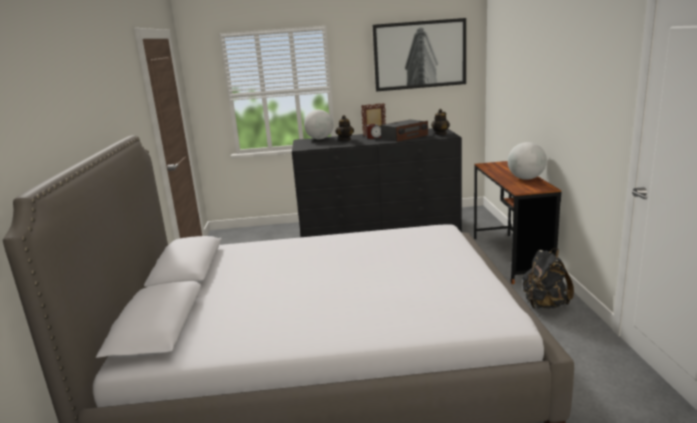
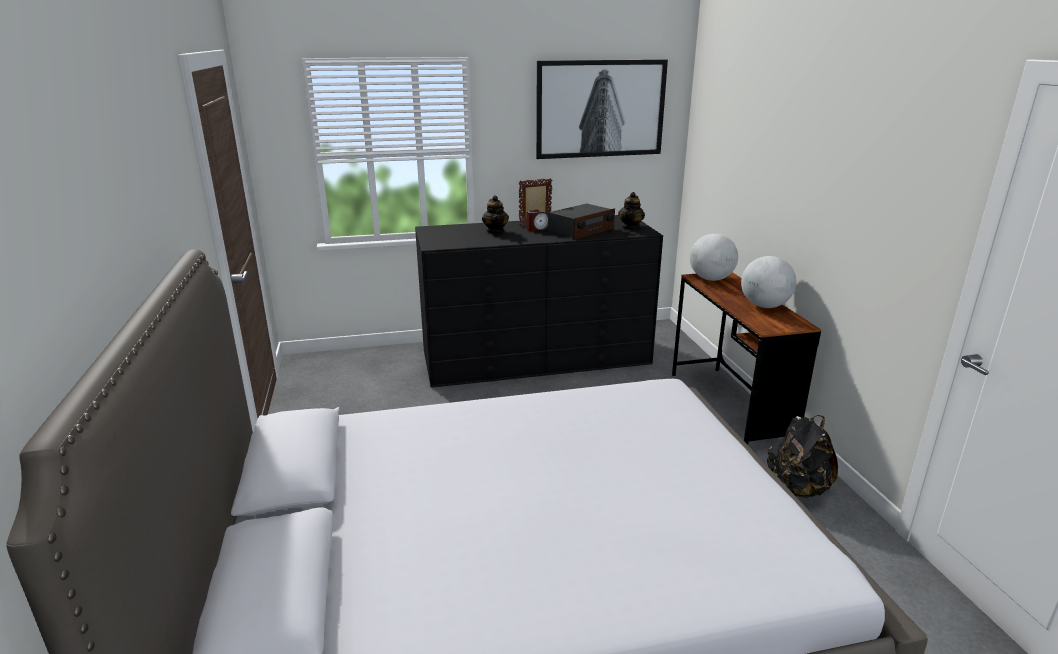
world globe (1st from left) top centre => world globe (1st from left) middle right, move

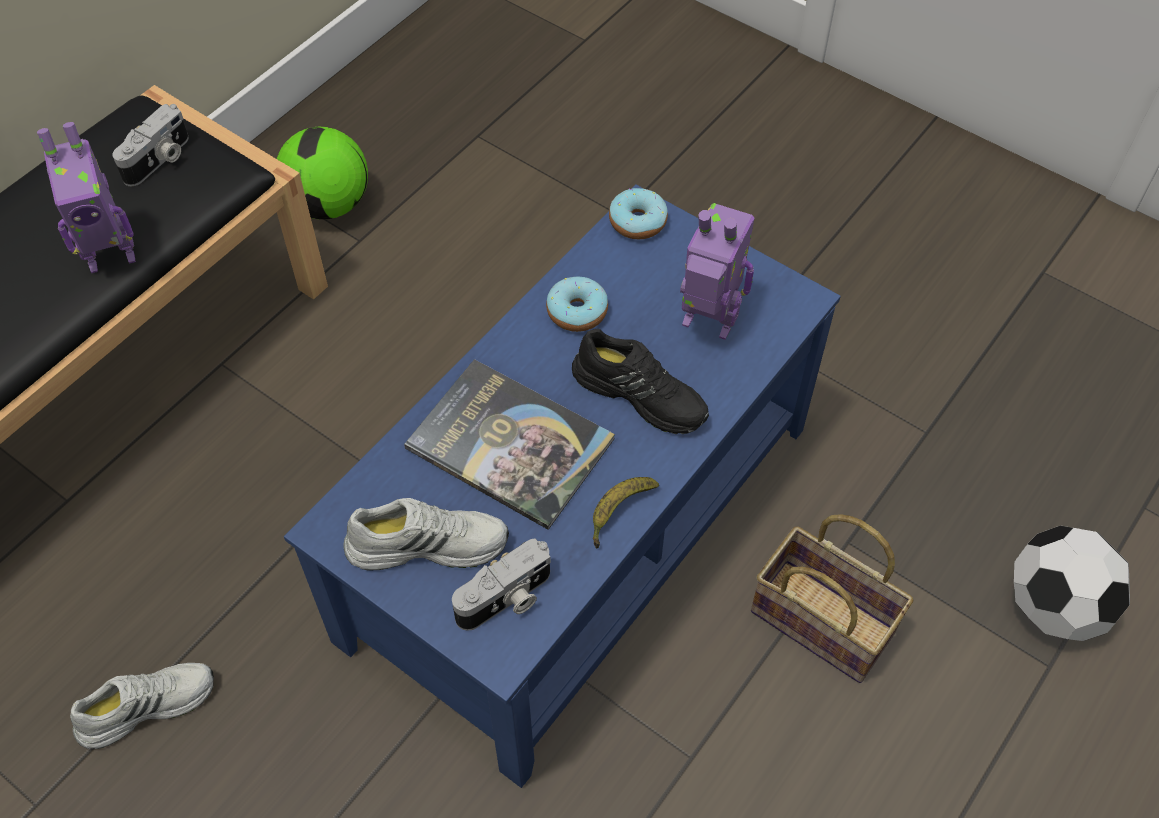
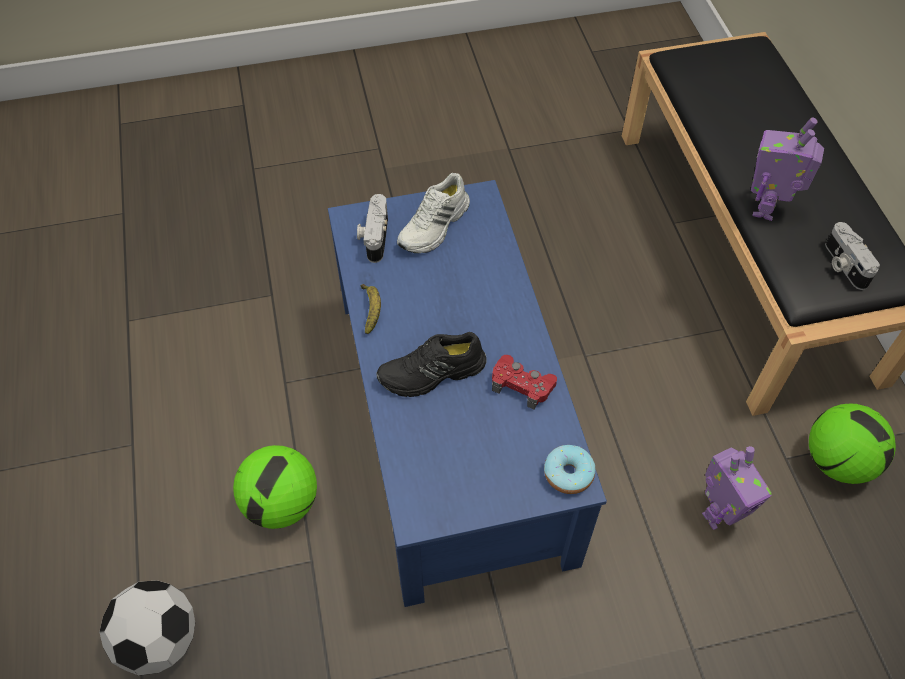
model robot (2nd from left in the first image) top centre => model robot (1st from left) bottom right, move
ring doughnut (1st from left) centre => joypad (red) centre
volume centre => nothing
basket bottom right => ball for football (2nd from left) bottom left
low shoe (white-coloured) (1st from left) bottom left => nothing

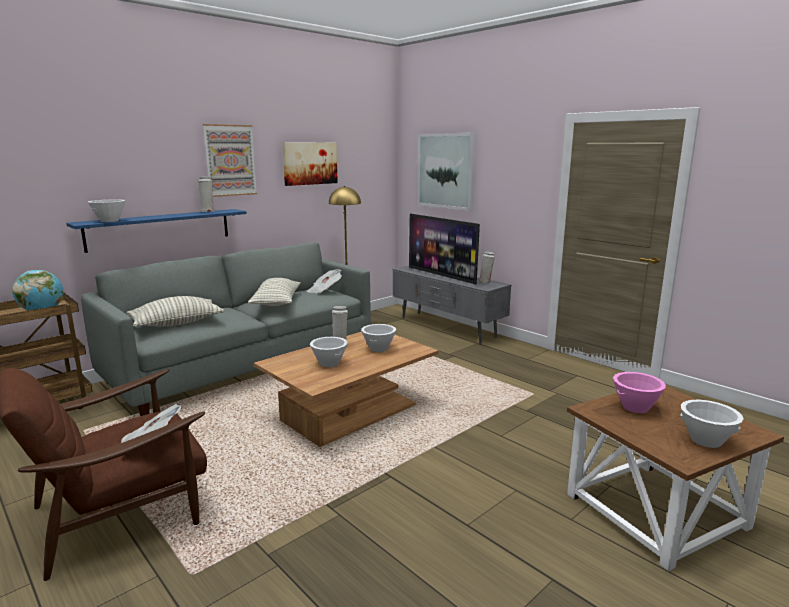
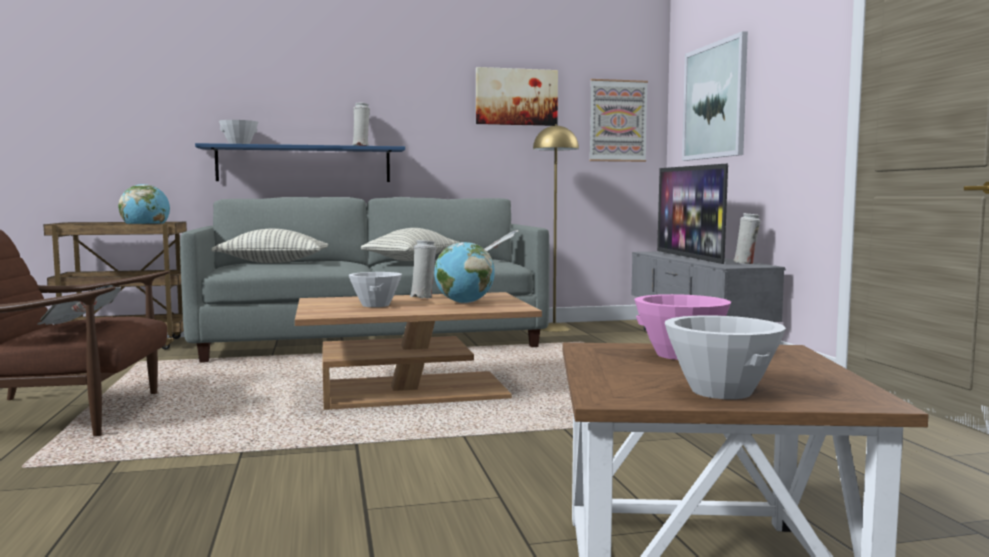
wall art (1st from left in the first image) top left => wall art (2nd from left) top centre, move
bowl (white-coloured) (3rd from left) centre => world globe (2nd from left) centre

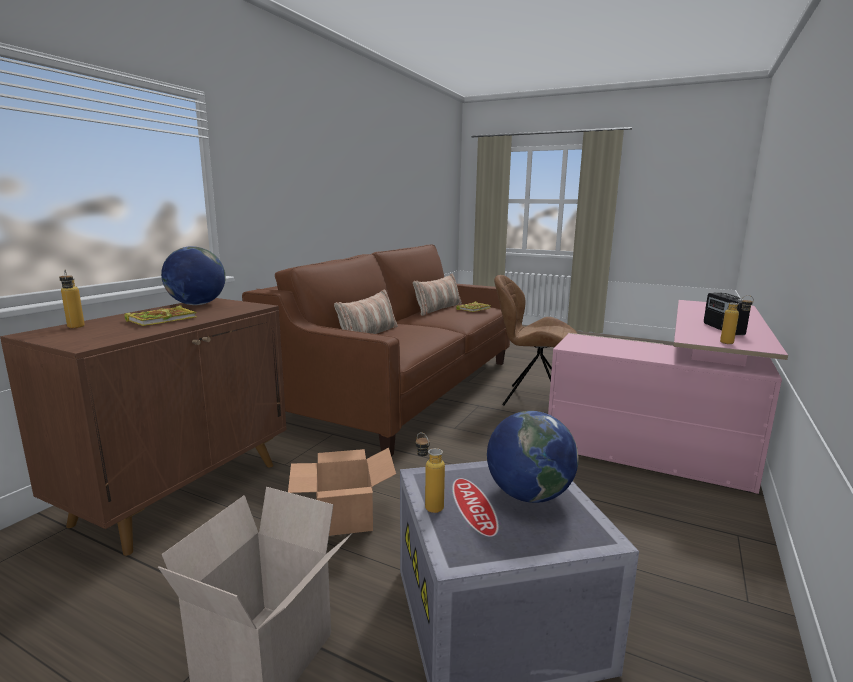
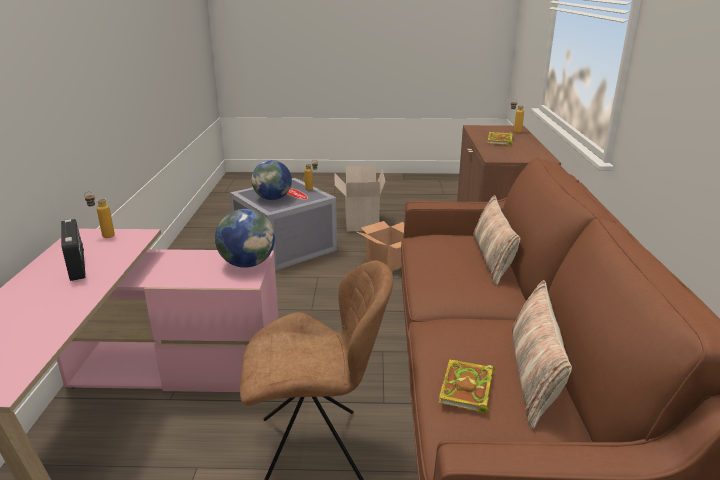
world globe (1st from left) middle left => world globe (1st from left) centre, move

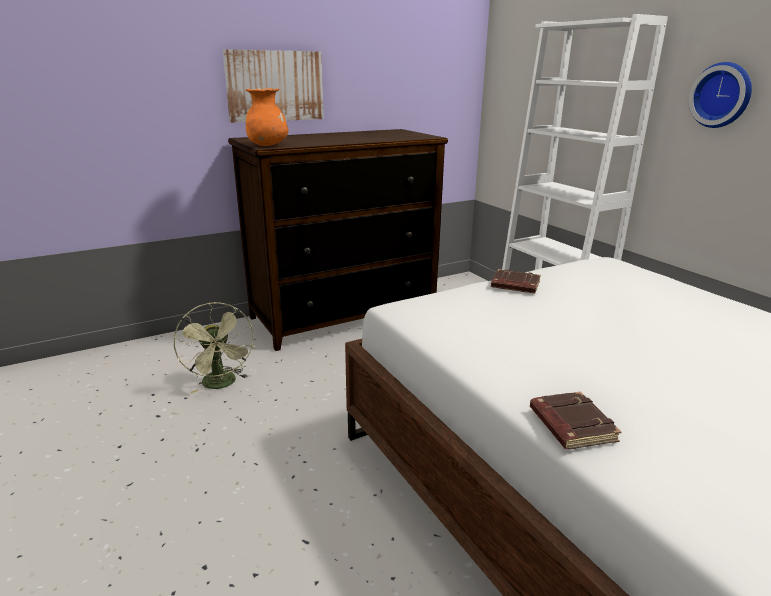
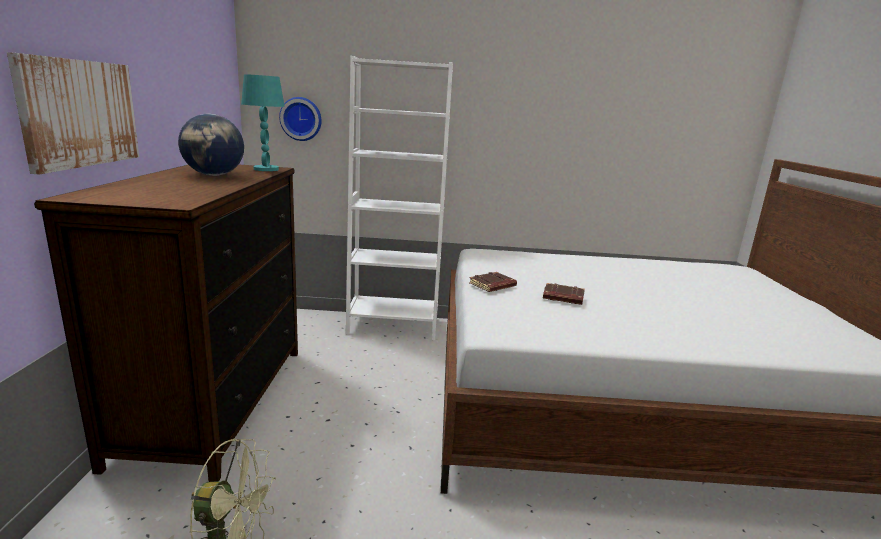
wall clock top right => wall clock top centre, move
vase (orange-coloured) top centre => nothing
volume (brown) (2nd from left) bottom right => volume (brown) (2nd from left) centre, move
nothing => table lamp (turquoise-coloured) top left
nothing => world globe top left

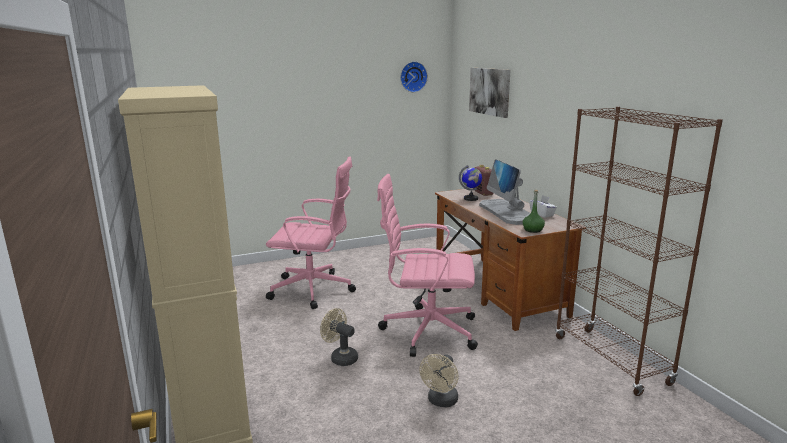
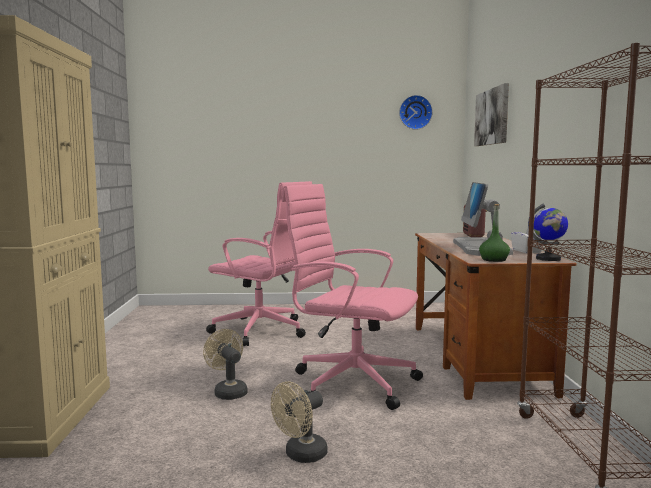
world globe centre => world globe middle right, move

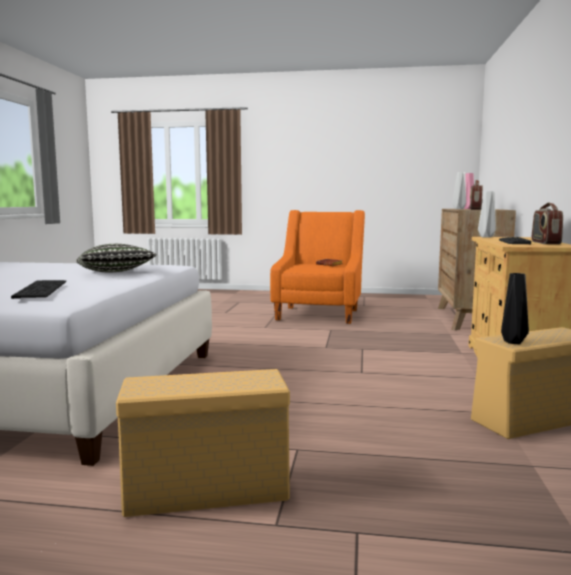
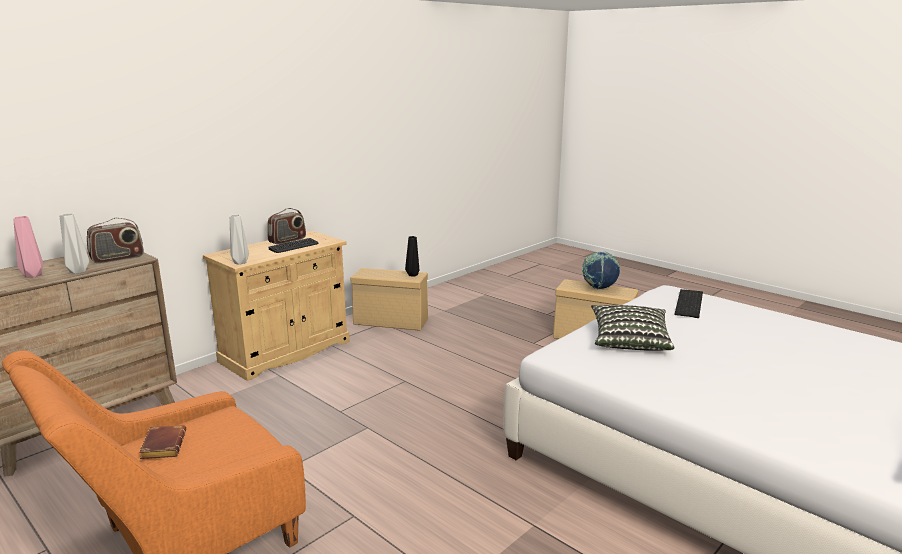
nothing => world globe centre

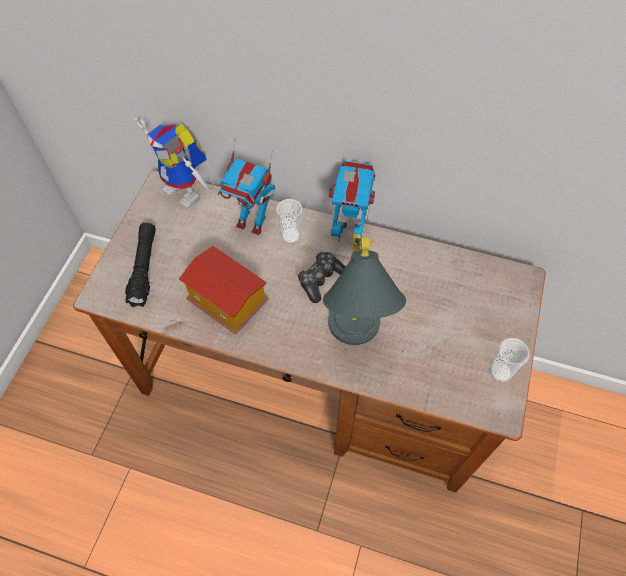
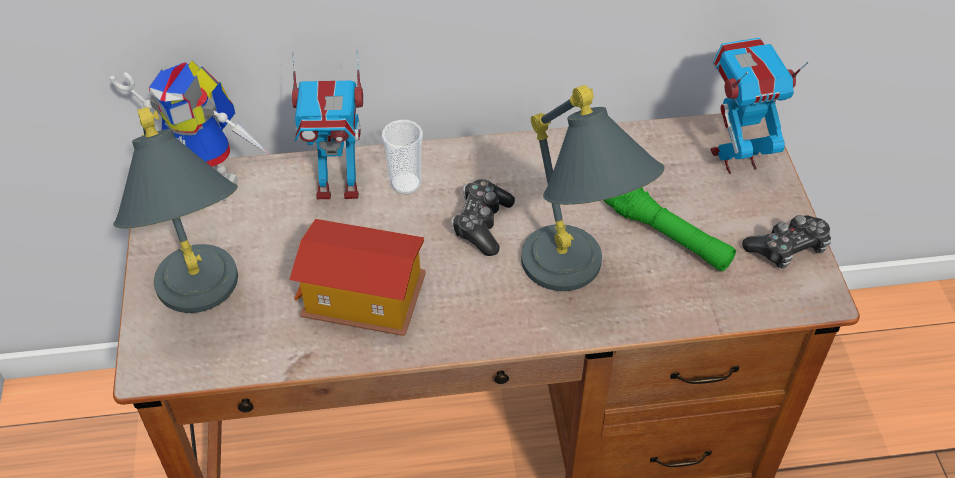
model robot (3rd from left) centre => model robot (3rd from left) top right, move
hand torch (blackish) middle left => table lamp (gray) (1st from left) middle left
small cup (2nd from left) middle right => joypad (2nd from left) middle right
nothing => hand torch (green-coloured) middle right

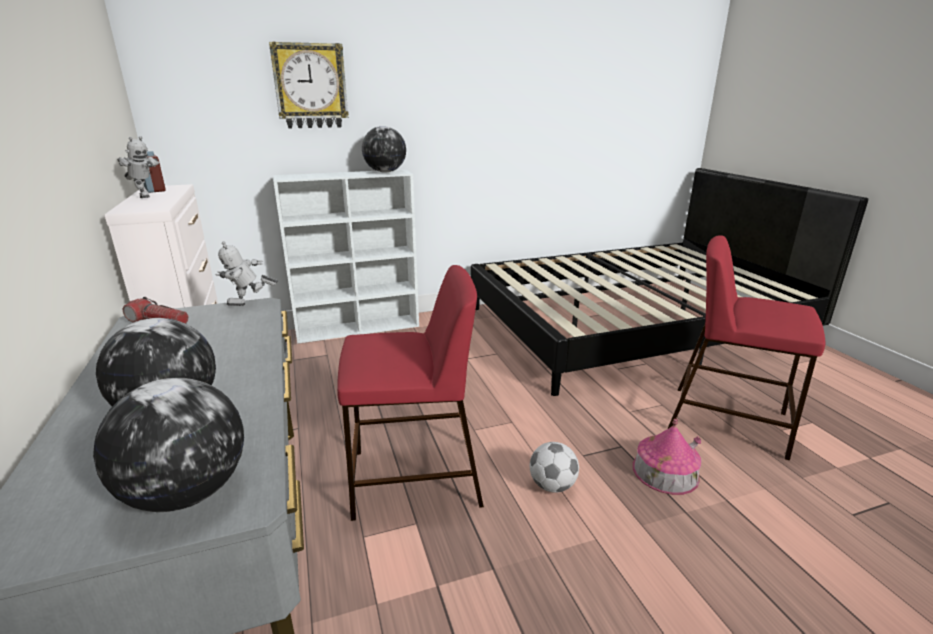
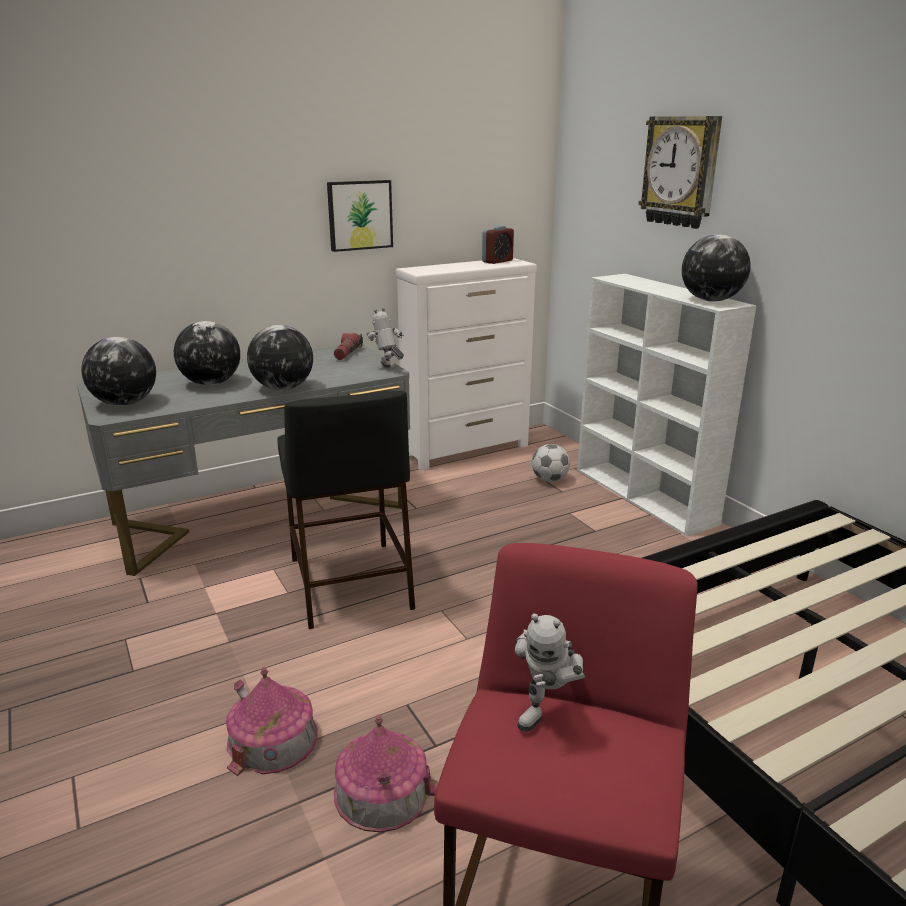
model robot (1st from left in the first image) top left => model robot (2nd from left) bottom centre, move
stool (red) (1st from left) centre => stool (blackish) centre
ball for football bottom centre => ball for football centre, move
nothing => wall art top centre
nothing => world globe (3rd from left) middle left
nothing => toy house (1st from left) bottom left

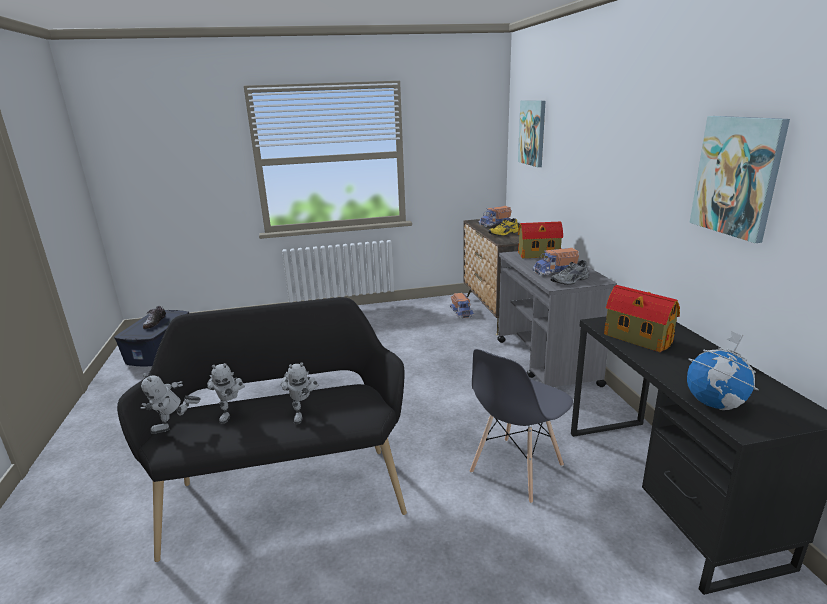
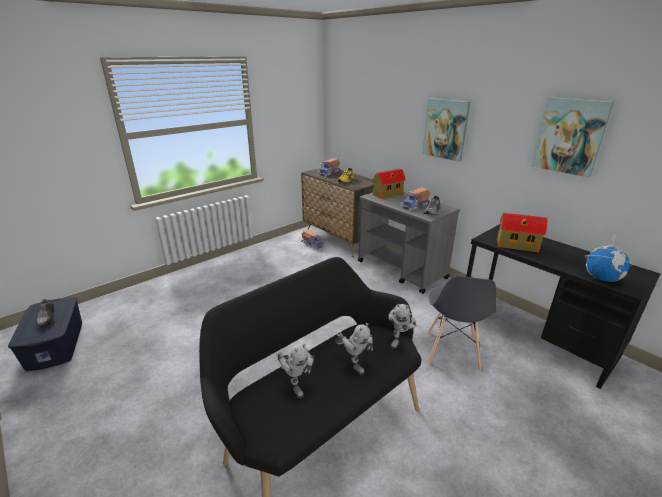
wall art (1st from left) top centre => wall art (1st from left) top right, move
model robot (1st from left in the first image) bottom left => model robot (3rd from left) centre, move

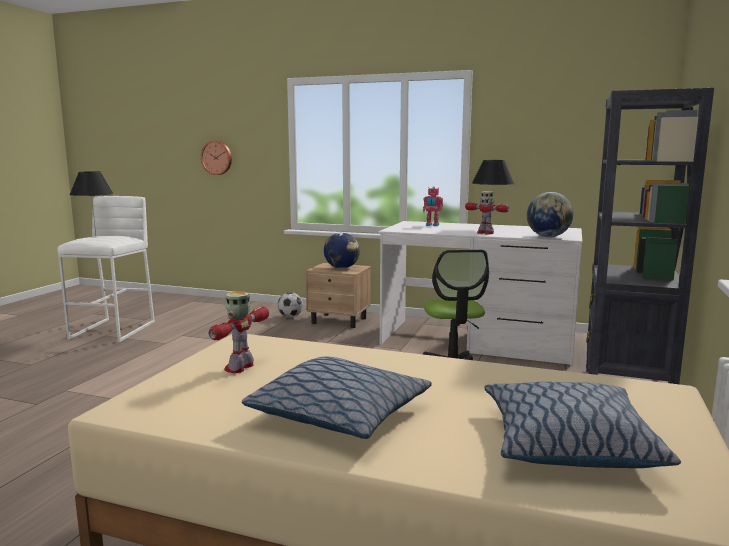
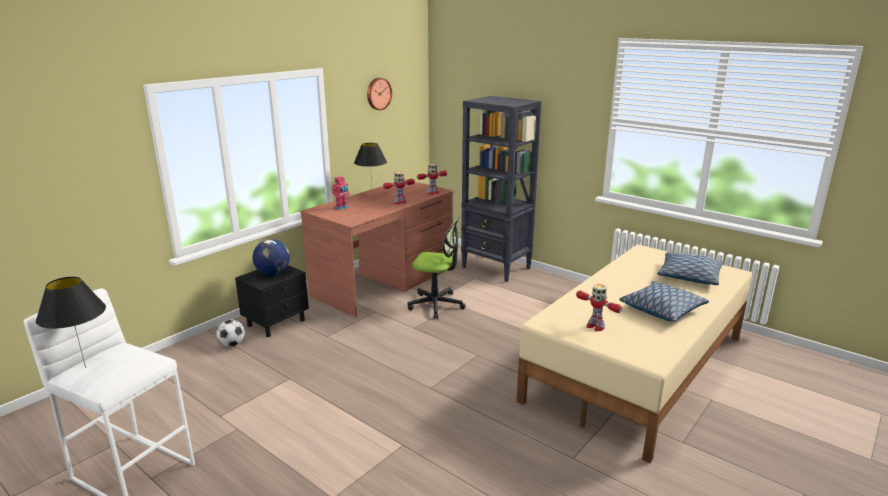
wall clock top left => wall clock top centre, move
world globe (2nd from left) middle right => model robot (3rd from left) centre
desk (white-coloured) centre => desk (brown) centre
night table (beige) centre => night table (blackish) middle left

